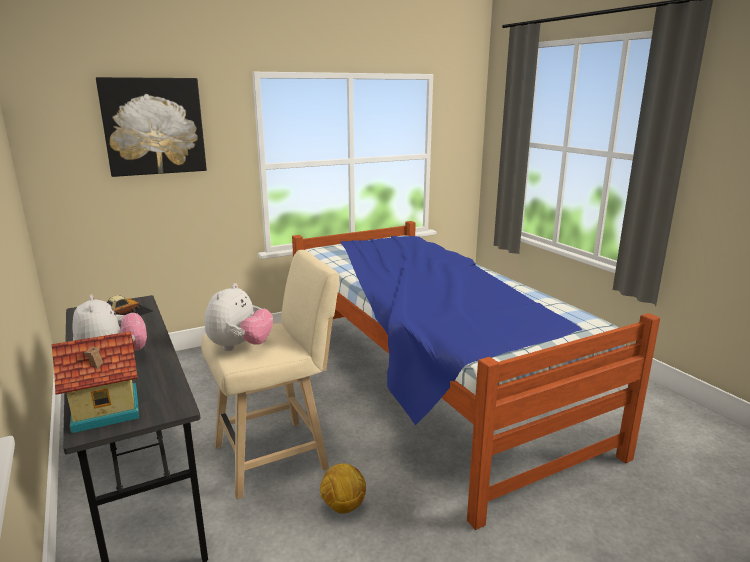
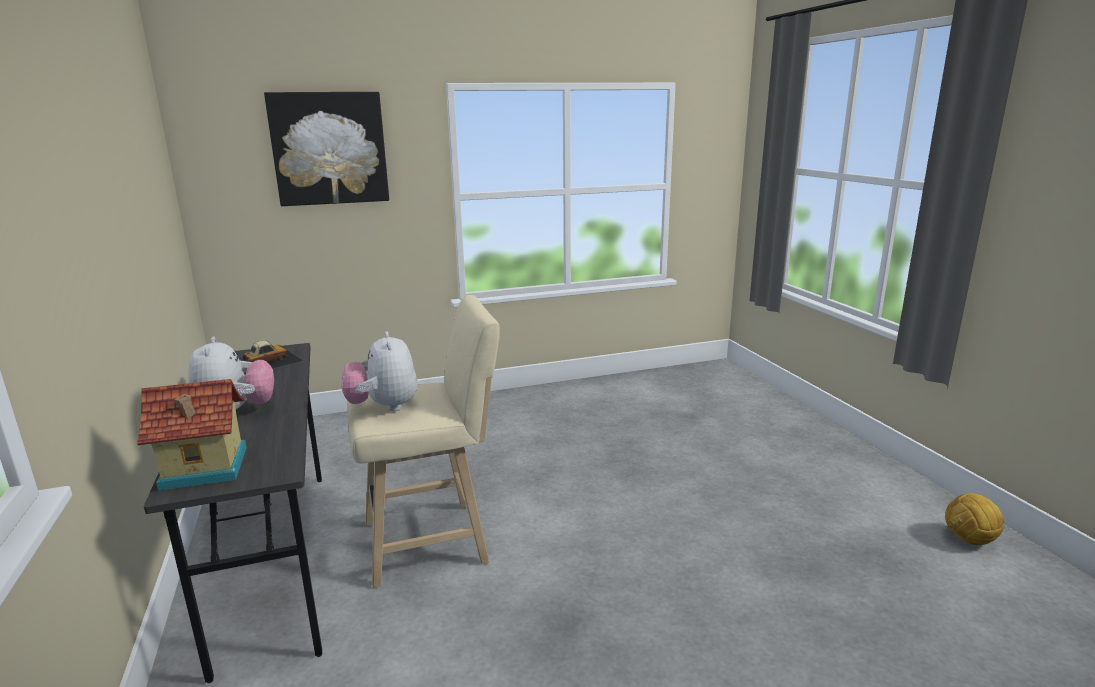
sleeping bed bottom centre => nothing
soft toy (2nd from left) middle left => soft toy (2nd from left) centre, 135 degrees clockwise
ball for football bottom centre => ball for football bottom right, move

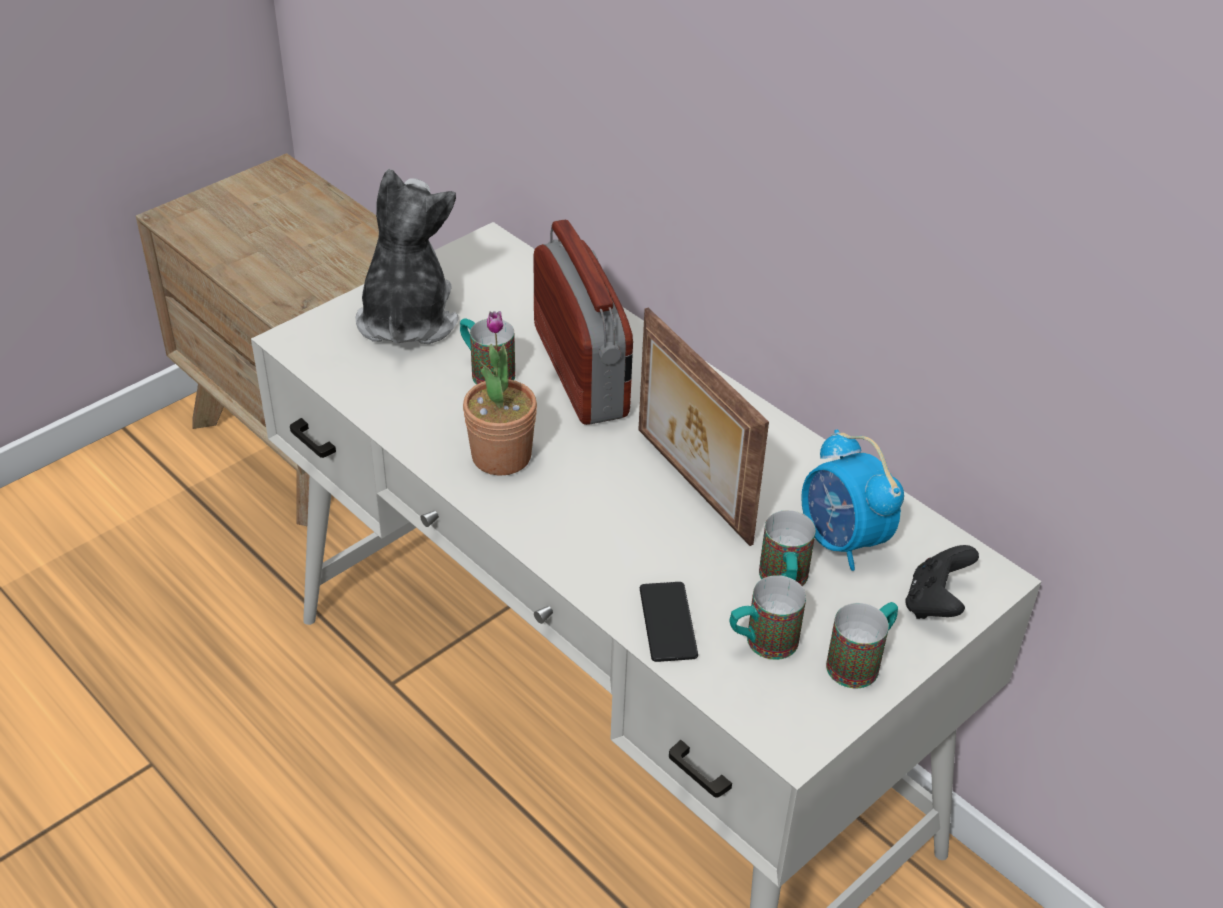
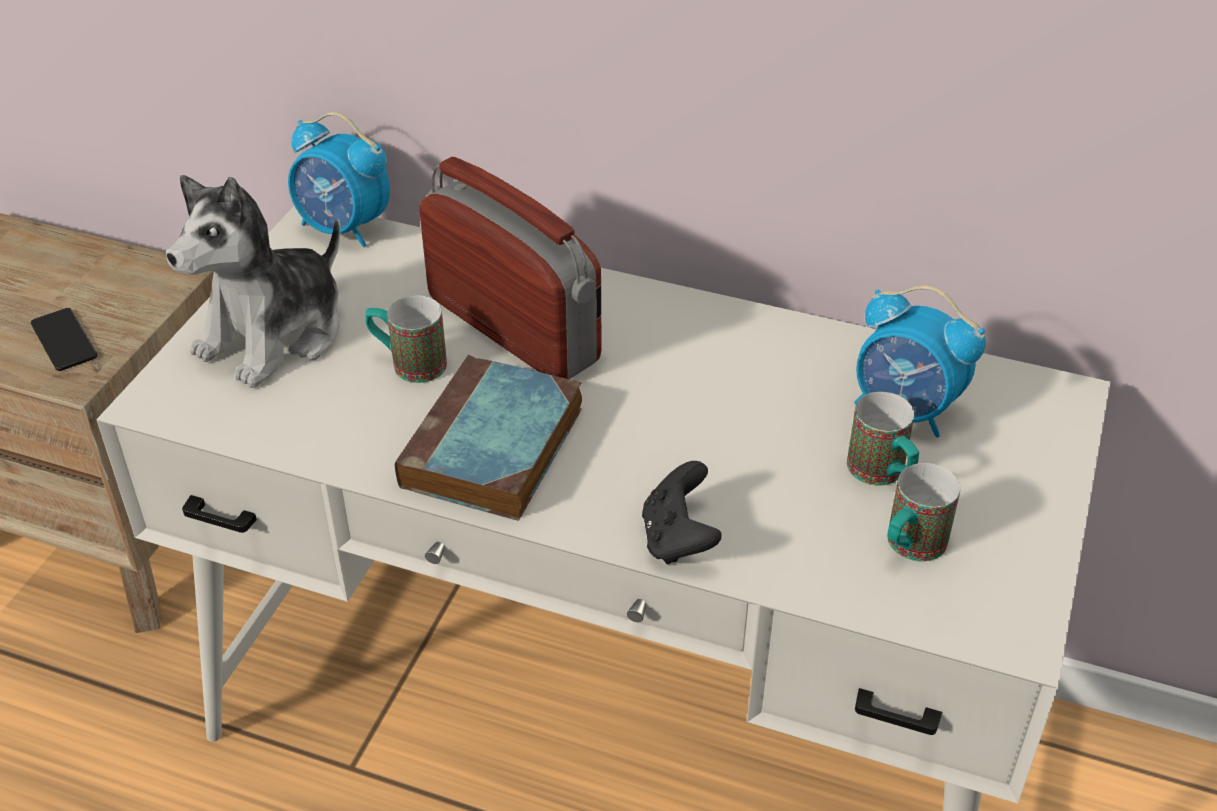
soft toy top left => soft toy middle left, 120 degrees counterclockwise
photo frame centre => nothing
houseplant centre => volume centre
joypad (blackish) middle right => joypad (blackish) centre, move
phone bottom centre => phone middle left, move
coffee mug (4th from left) bottom right => nothing
nothing => bedside clock (1st from left) top left

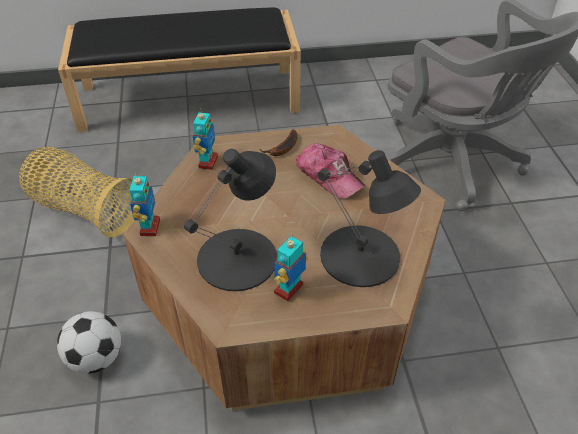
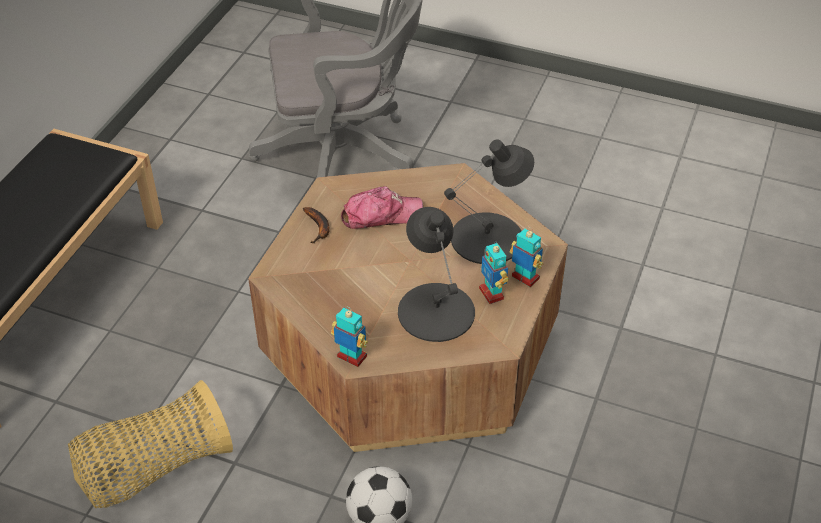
model robot (2nd from left in the first image) top centre => model robot (3rd from left) centre, move

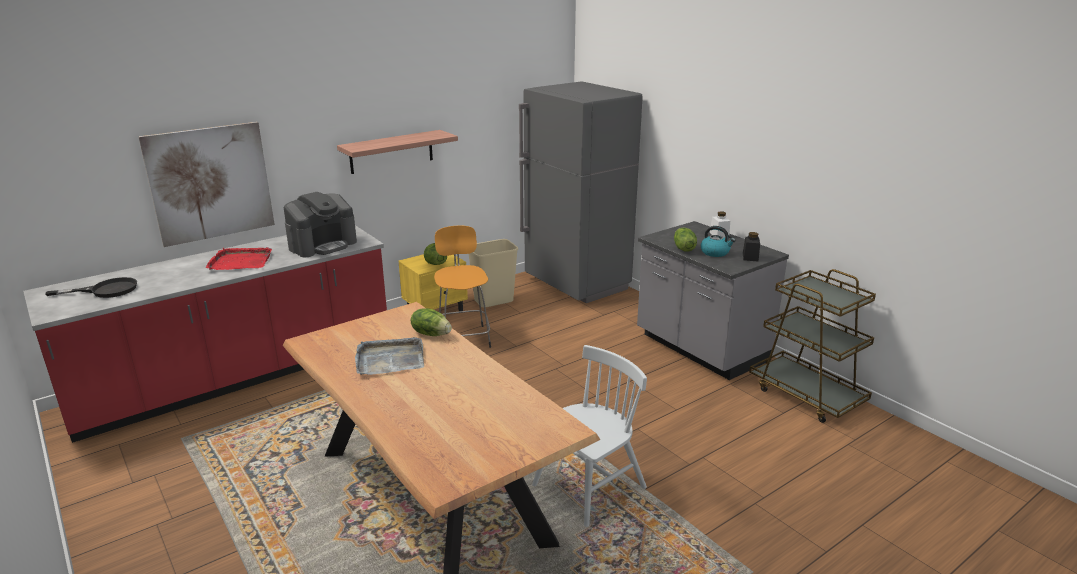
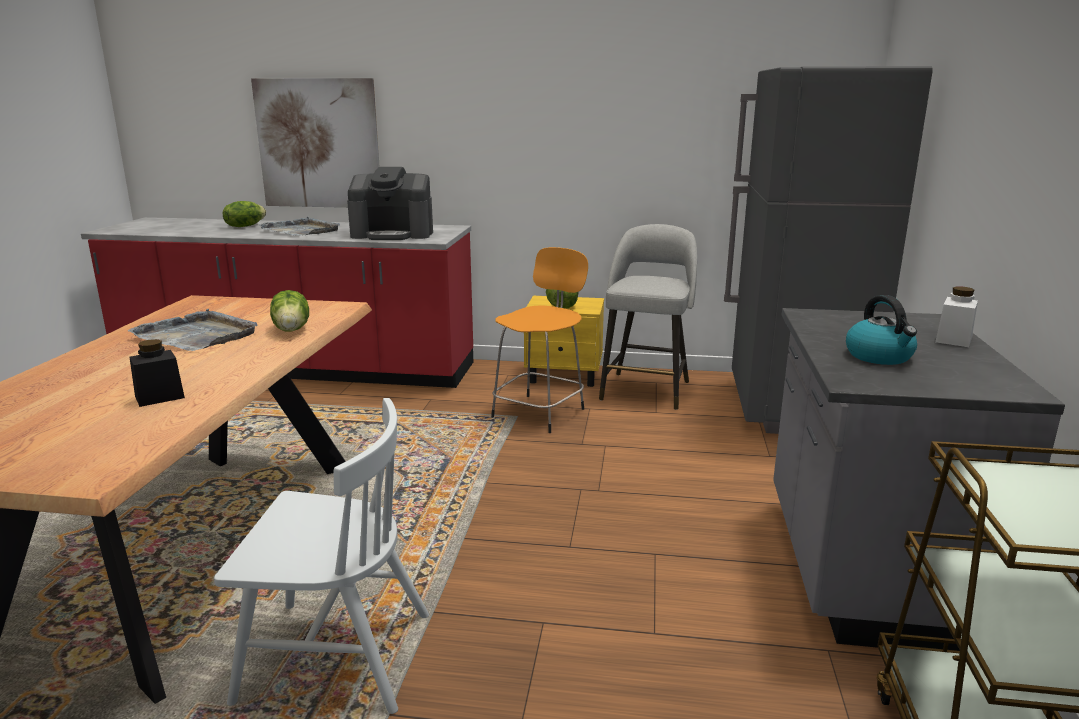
shelf top centre => nothing
lettuce head (3rd from left in the first image) centre => lettuce head (1st from left) top left, move
storage jar (blackish) middle right => storage jar (blackish) middle left, move
rubbish bin (beige) centre => stool (gray) centre
serving tray (red) middle left => serving tray (gray) (2nd from left) top left
pan (blackish) middle left => nothing

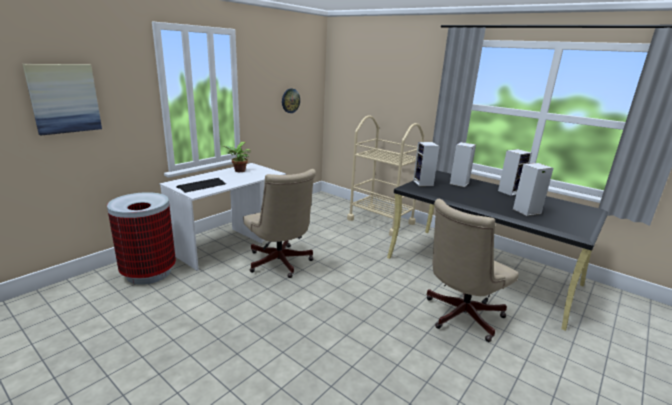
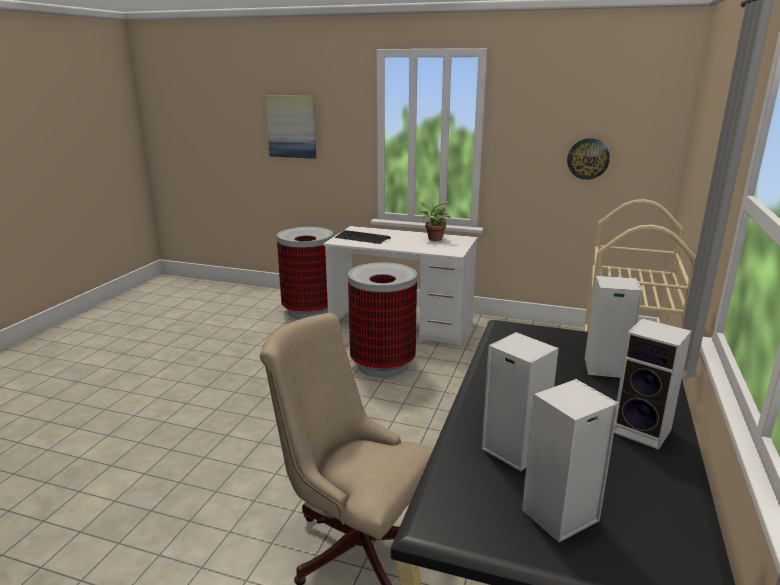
audio speaker (1st from left in the first image) centre => audio speaker (2nd from left) bottom right, move
desk chair (beige) (1st from left) centre => rubbish bin (2nd from left) centre

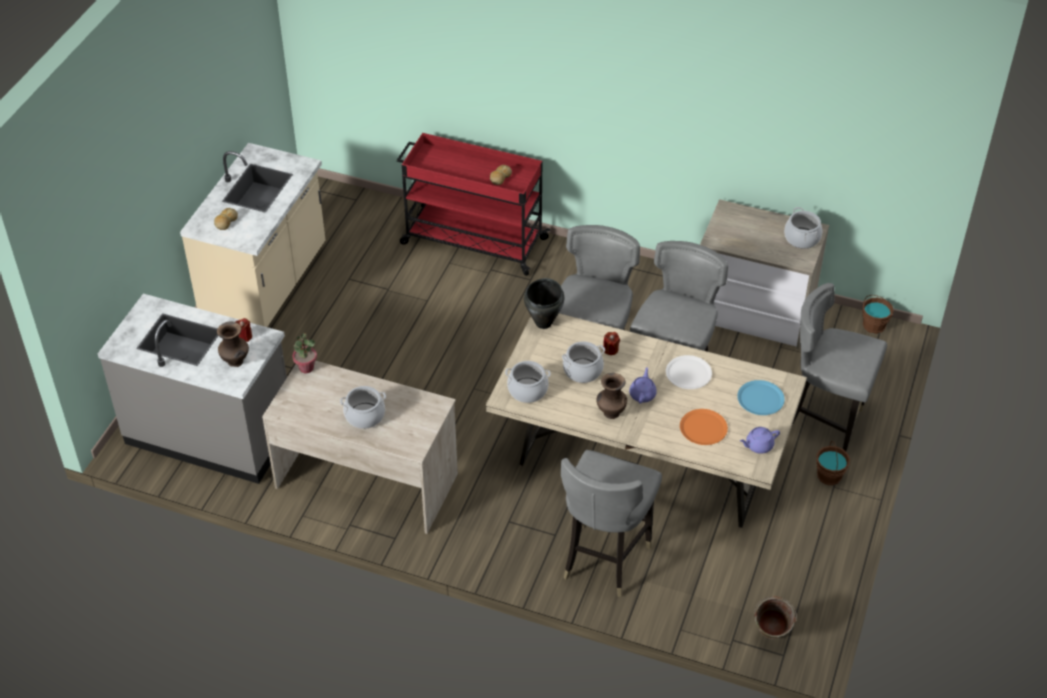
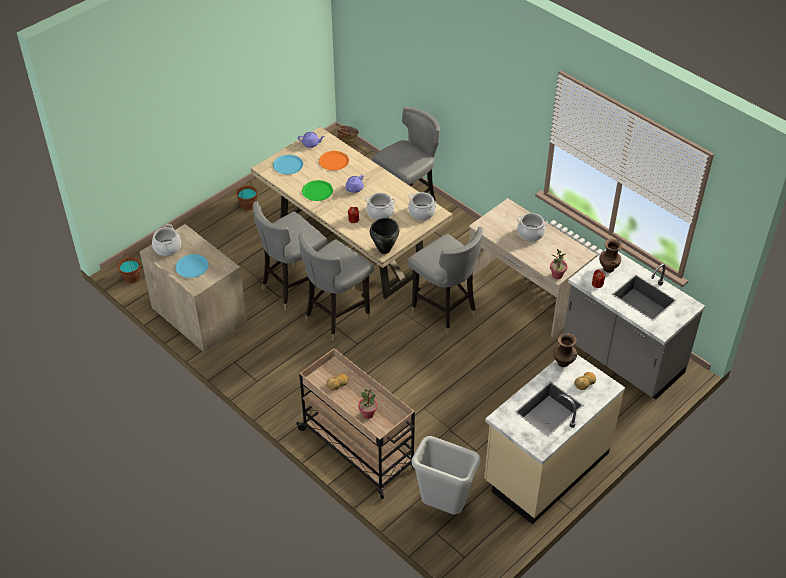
cart (red) top centre => cart (beige) bottom centre
chair (gray) (4th from left) middle right => chair (gray) (4th from left) centre, move
dinner plate (white-coloured) centre => dinner plate (green-coloured) top centre
vase (brown) (2nd from left in the first image) centre => vase (brown) (1st from left) middle right, move
nothing => dinner plate (bluish) (1st from left) middle left
nothing => houseplant (1st from left) bottom centre
nothing => rubbish bin (gray) bottom centre

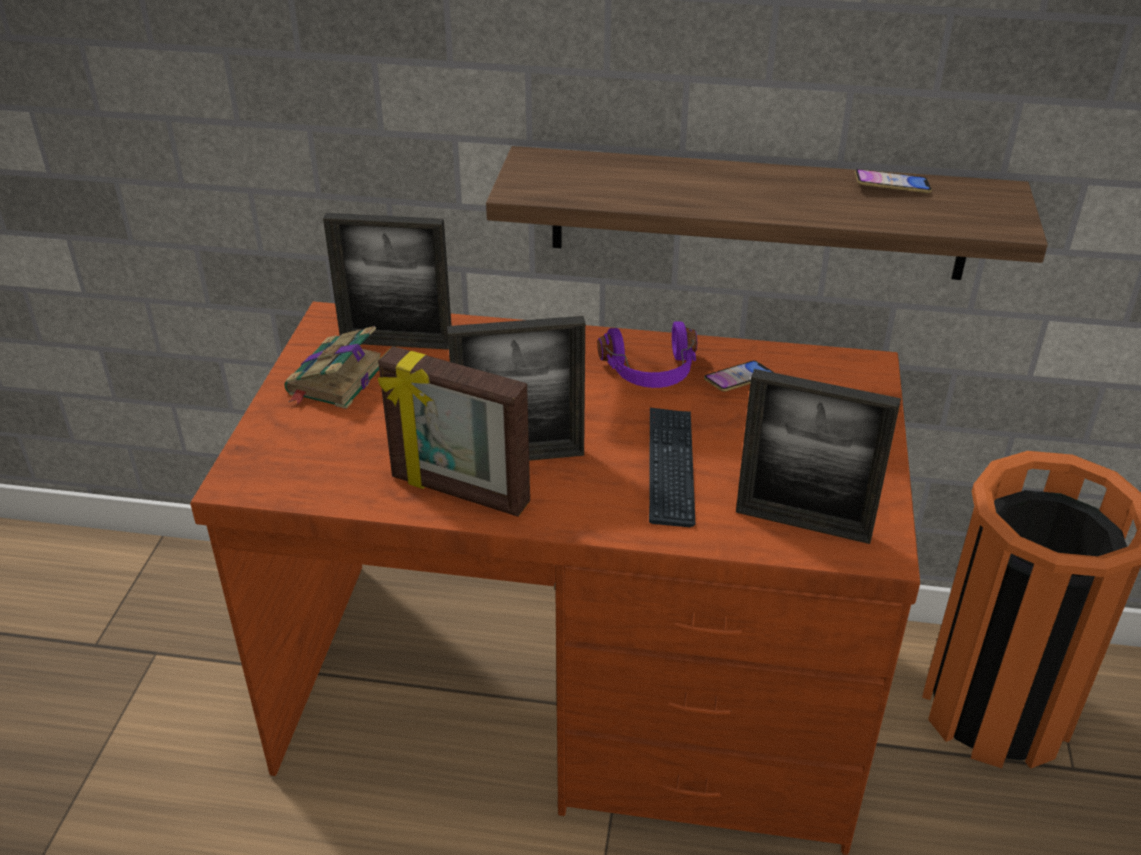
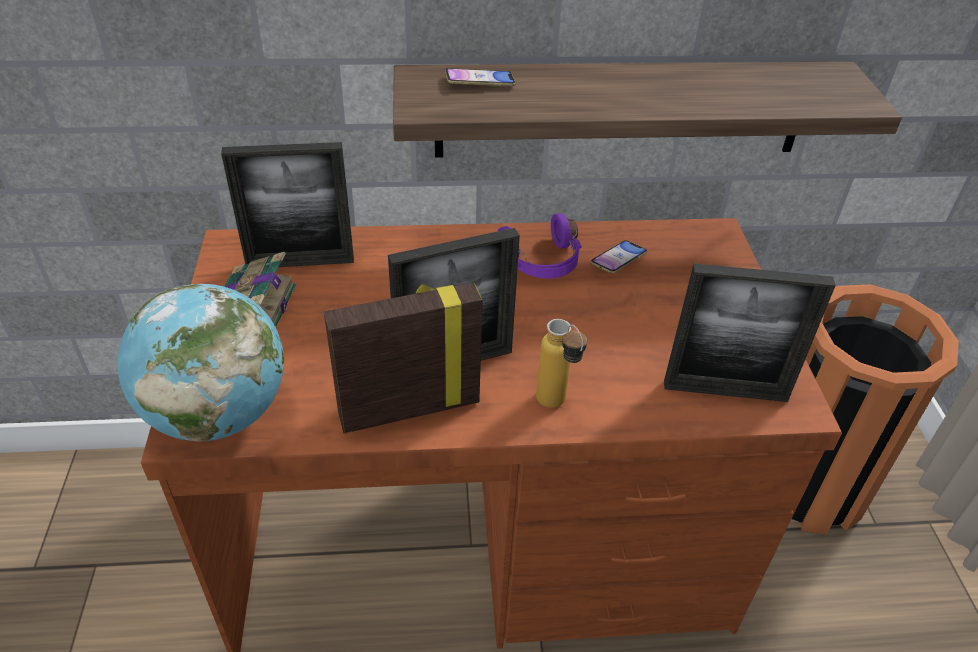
phone (2nd from left in the first image) top right => phone (1st from left) top centre, move
photo frame (2nd from left) centre, 150 degrees clockwise
computer keyboard centre => nothing
nothing => world globe middle left
nothing => drink bottle centre

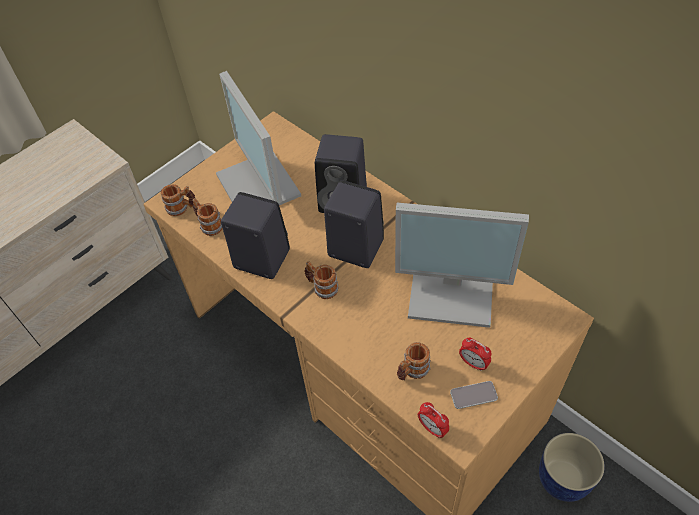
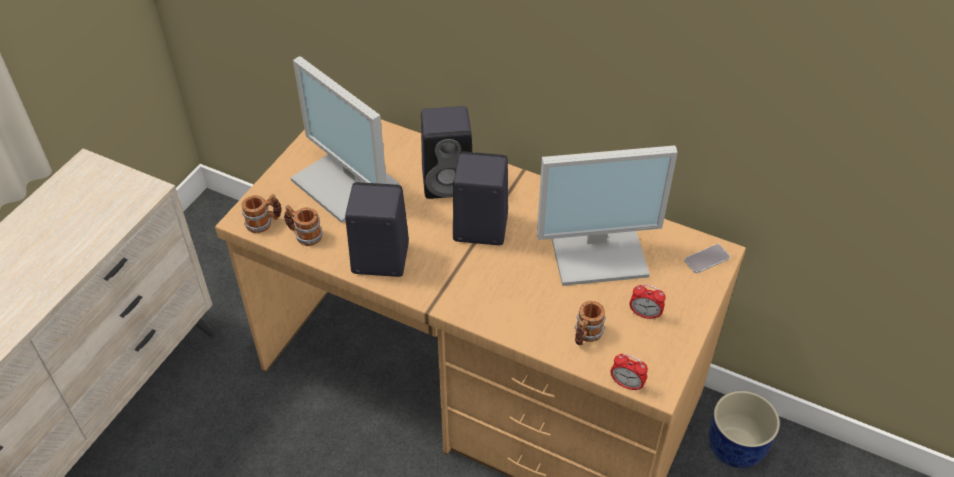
coffee mug (3rd from left) centre => nothing
phone bottom right => phone middle right, move

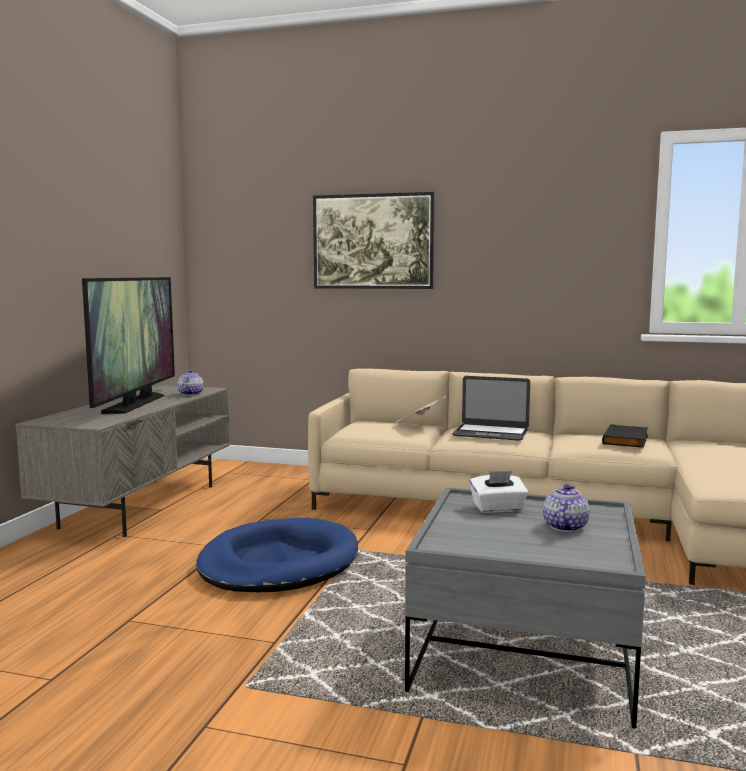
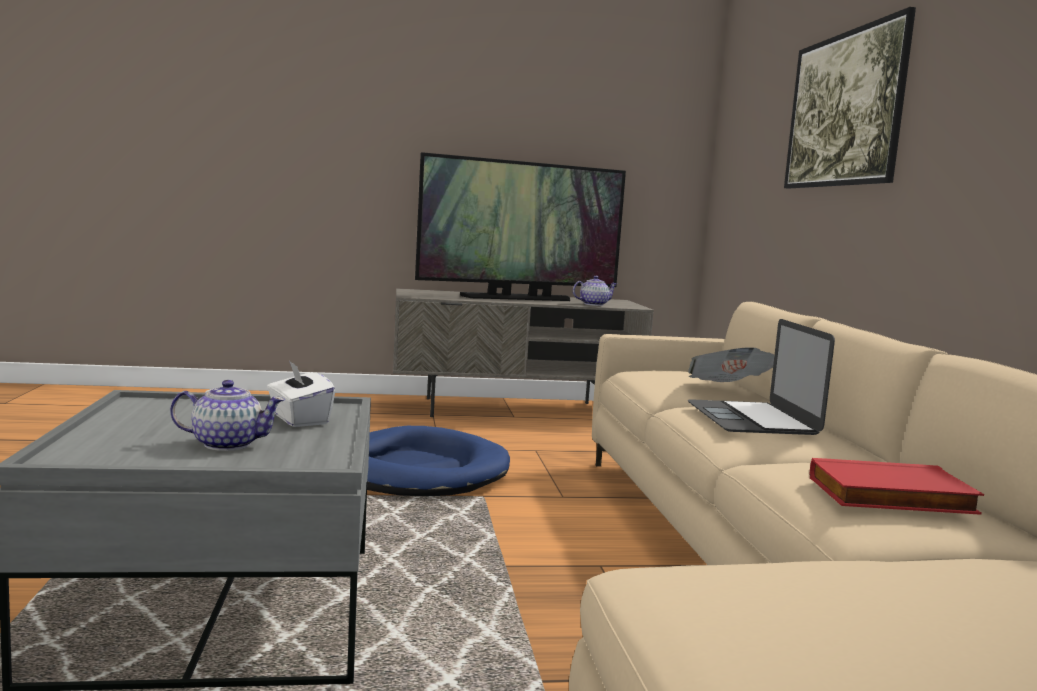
volume (blackish) middle right => volume (red) bottom right

